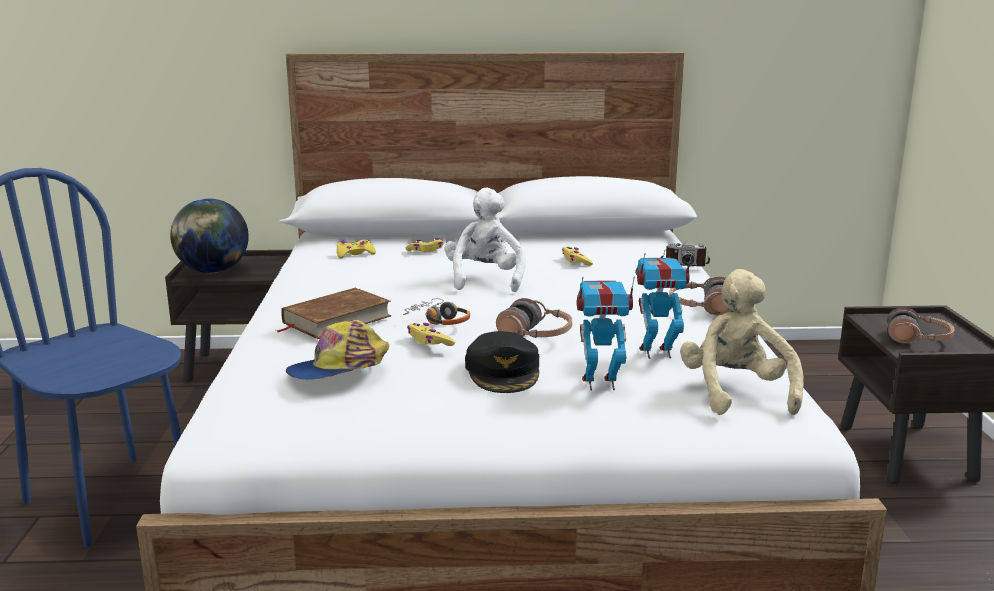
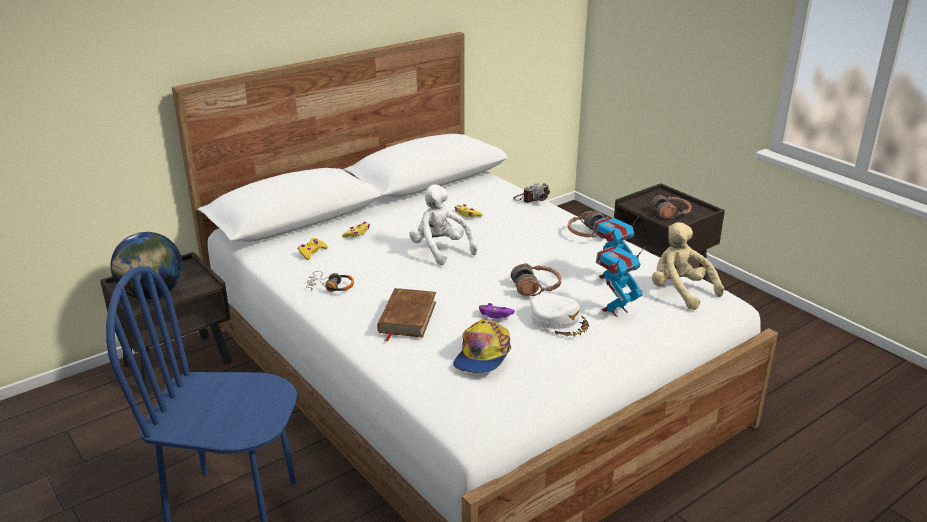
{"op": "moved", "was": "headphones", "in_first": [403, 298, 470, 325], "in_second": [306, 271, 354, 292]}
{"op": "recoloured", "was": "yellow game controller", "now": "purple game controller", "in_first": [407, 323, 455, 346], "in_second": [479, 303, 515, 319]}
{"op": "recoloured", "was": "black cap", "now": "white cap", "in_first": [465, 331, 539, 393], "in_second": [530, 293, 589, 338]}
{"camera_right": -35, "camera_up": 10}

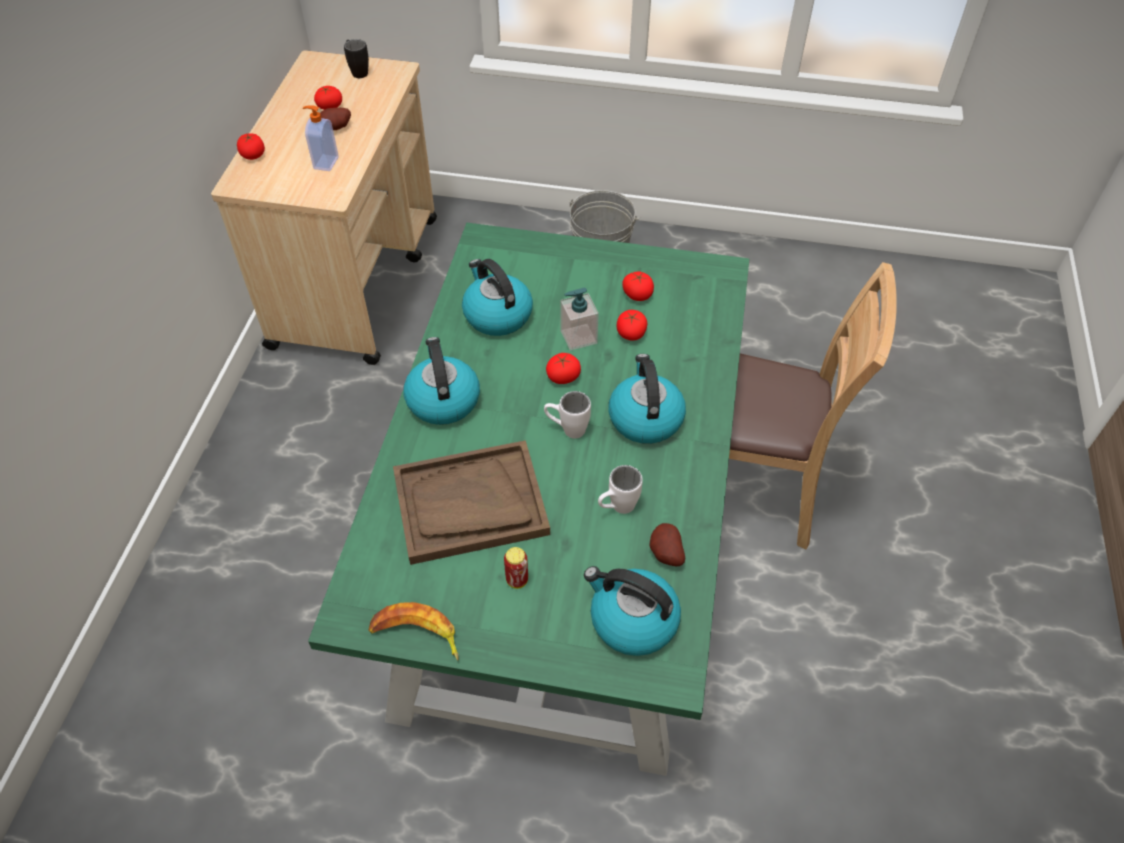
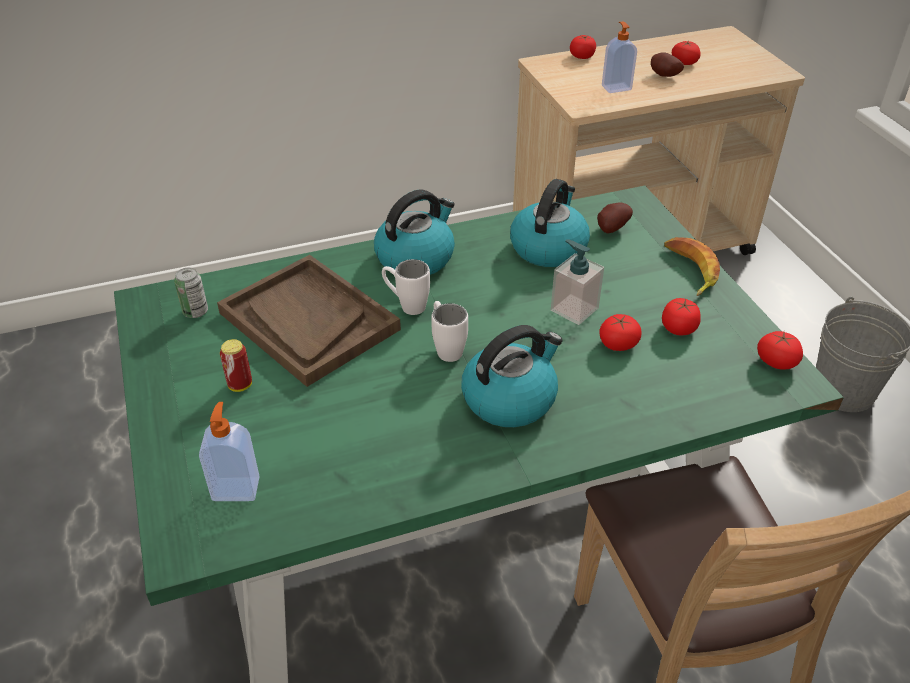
{"op": "removed", "was": "black mug", "in_first": [344, 39, 369, 78]}
{"op": "moved", "was": "banana", "in_first": [369, 602, 459, 661], "in_second": [664, 237, 720, 296]}
{"op": "moved", "was": "tomato", "in_first": [546, 353, 581, 384], "in_second": [757, 331, 803, 370]}
{"op": "replaced", "was": "kettle", "now": "soap dispenser", "in_first": [584, 566, 681, 656], "in_second": [199, 402, 260, 501]}
{"op": "moved", "was": "white mug", "in_first": [598, 465, 643, 514], "in_second": [382, 259, 430, 315]}
{"op": "moved", "was": "potato", "in_first": [650, 523, 685, 566], "in_second": [597, 202, 633, 234]}
{"op": "added", "now": "can", "in_second": [174, 268, 208, 318]}
{"camera_right": 60, "camera_up": -10}

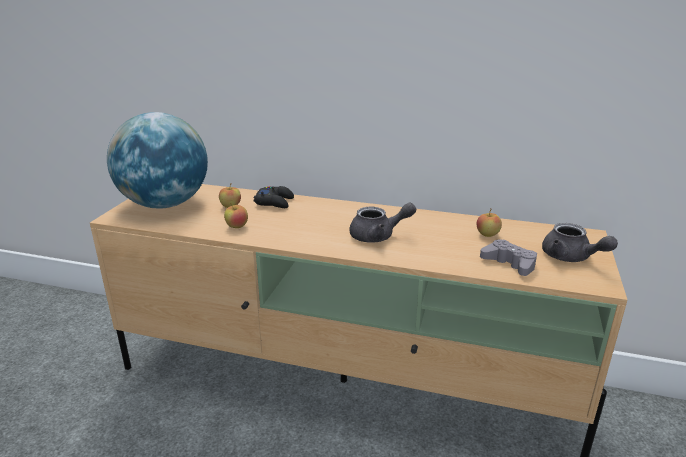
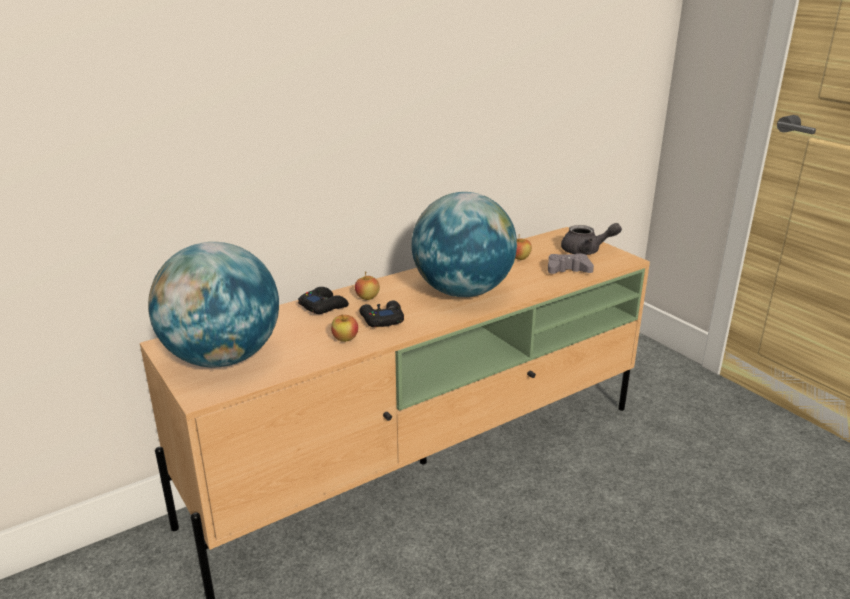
{"op": "moved", "was": "apple", "in_first": [219, 183, 241, 208], "in_second": [355, 271, 380, 300]}
{"op": "replaced", "was": "grey teapot", "now": "globe", "in_first": [349, 202, 416, 243], "in_second": [412, 192, 517, 297]}
{"op": "added", "now": "black game controller", "in_second": [359, 301, 404, 327]}
{"camera_right": -50, "camera_up": 0}

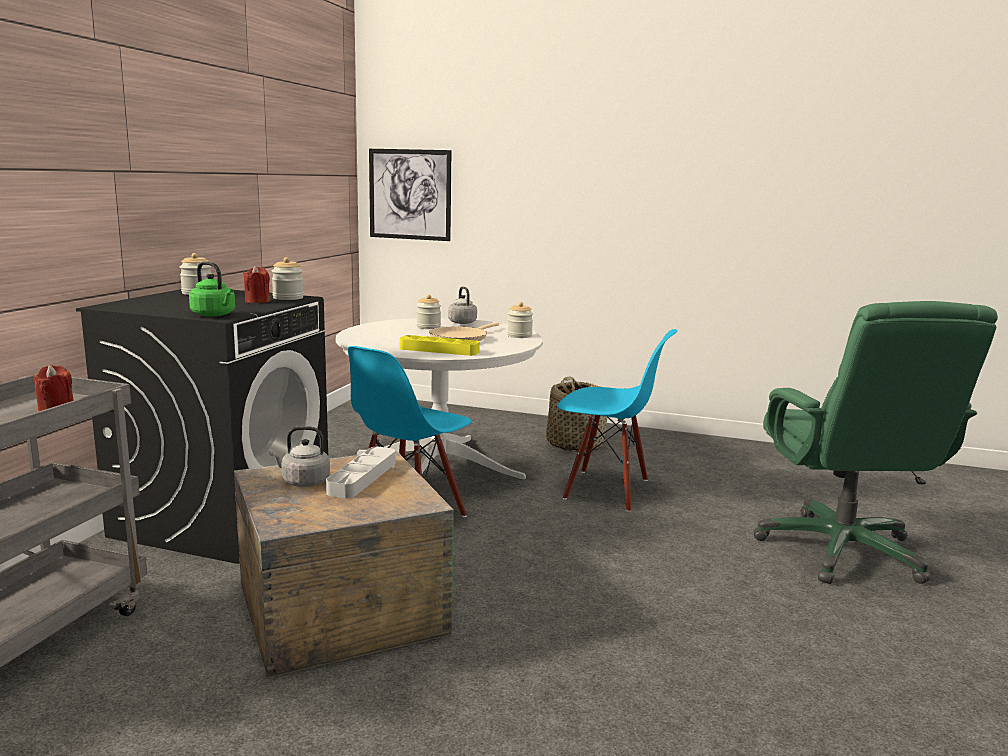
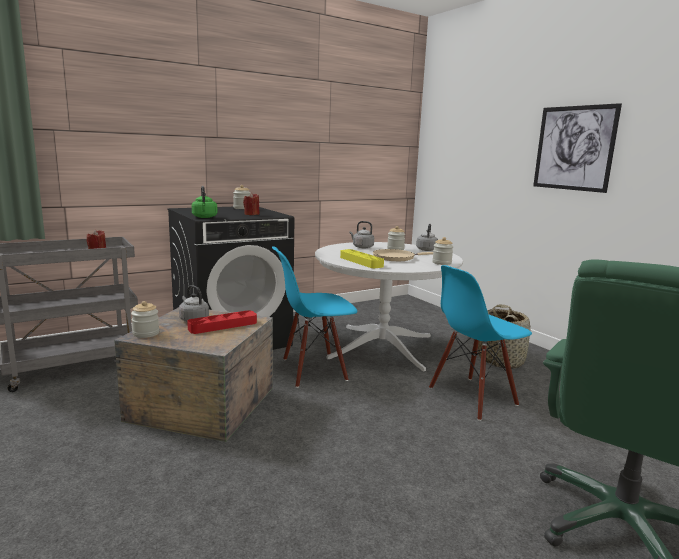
{"op": "moved", "was": "jar", "in_first": [271, 257, 304, 300], "in_second": [131, 301, 159, 338]}
{"op": "recoloured", "was": "grey tray", "now": "red tray", "in_first": [326, 447, 396, 498], "in_second": [187, 310, 257, 334]}
{"op": "moved", "was": "picture", "in_first": [369, 149, 451, 241], "in_second": [533, 103, 622, 193]}
{"op": "turned", "was": "blue chair", "in_first": [558, 329, 677, 512], "in_second": [429, 265, 532, 421], "clockwise": 90}
{"op": "added", "now": "grey kettle", "in_second": [349, 221, 374, 248]}
{"camera_right": 40, "camera_up": 0}

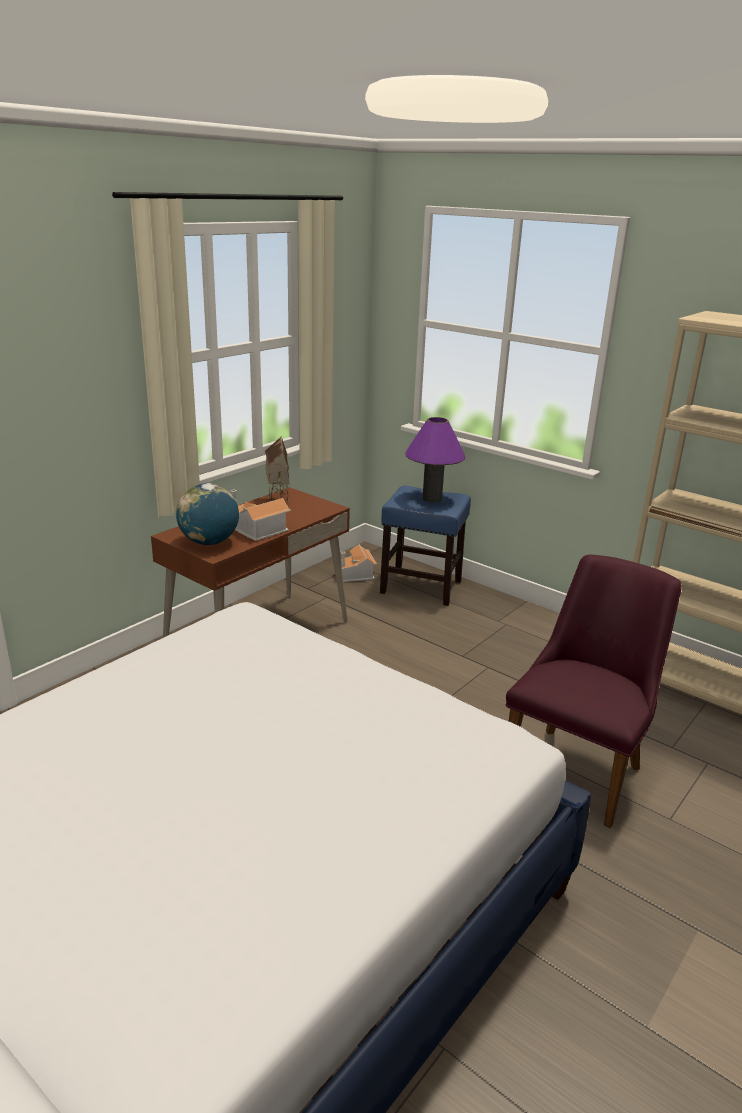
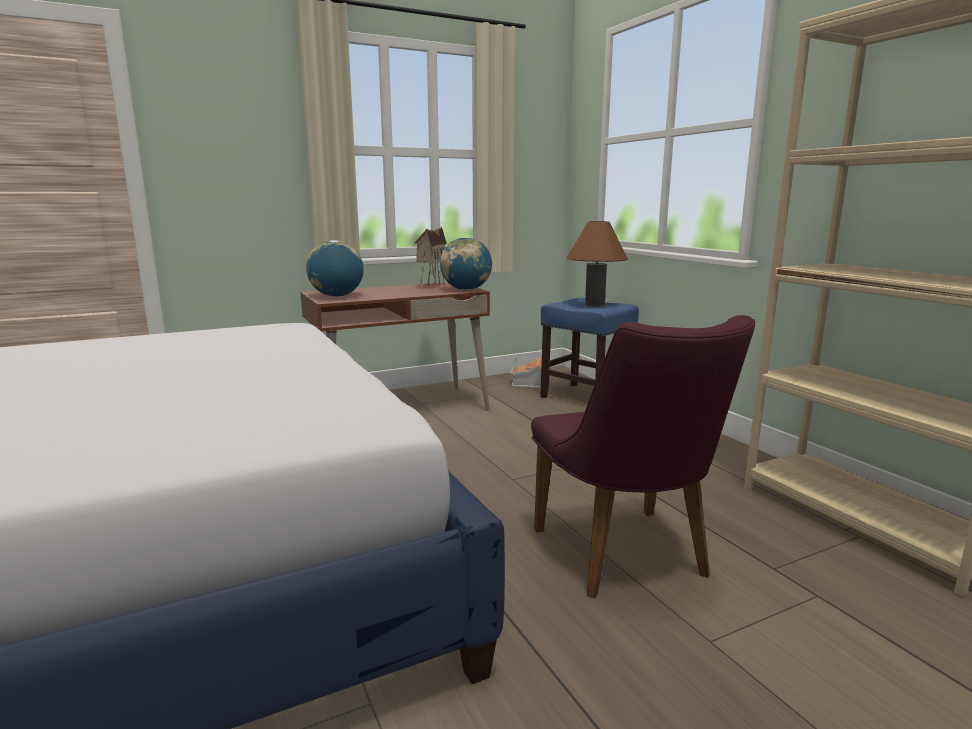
{"op": "removed", "was": "toy house", "in_first": [230, 489, 291, 541]}
{"op": "recoloured", "was": "purple table lamp", "now": "brown table lamp", "in_first": [405, 417, 466, 503], "in_second": [567, 221, 628, 306]}
{"op": "turned", "was": "purple chair", "in_first": [506, 555, 682, 828], "in_second": [531, 315, 755, 599], "clockwise": 105}
{"op": "added", "now": "globe", "in_second": [440, 237, 492, 290]}
{"camera_right": 25, "camera_up": -10}

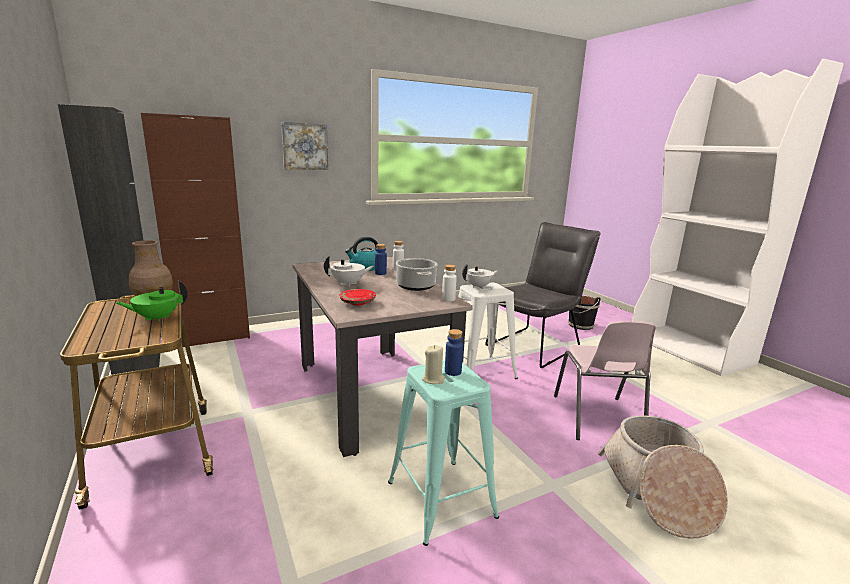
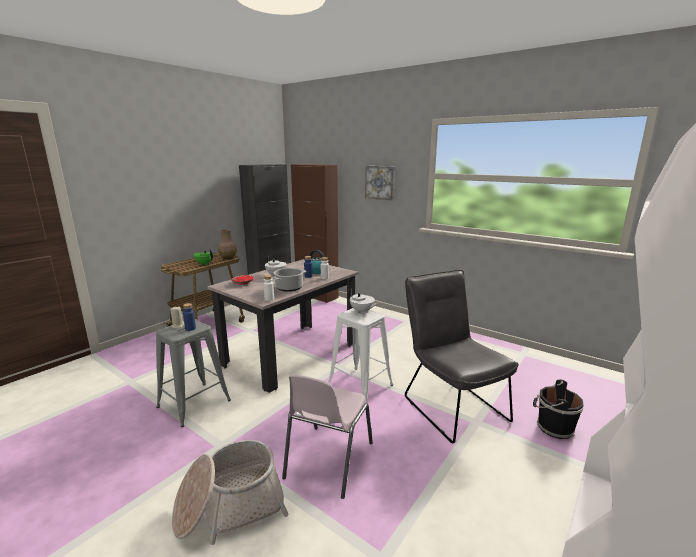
{"op": "recoloured", "was": "turquoise stool", "now": "grey stool", "in_first": [388, 360, 499, 546], "in_second": [156, 319, 231, 427]}
{"op": "turned", "was": "grey chair", "in_first": [485, 222, 601, 368], "in_second": [405, 270, 519, 443], "clockwise": -135}
{"op": "turned", "was": "pink chair", "in_first": [554, 321, 656, 440], "in_second": [282, 374, 373, 499], "clockwise": -45}
{"camera_right": 65, "camera_up": 0}

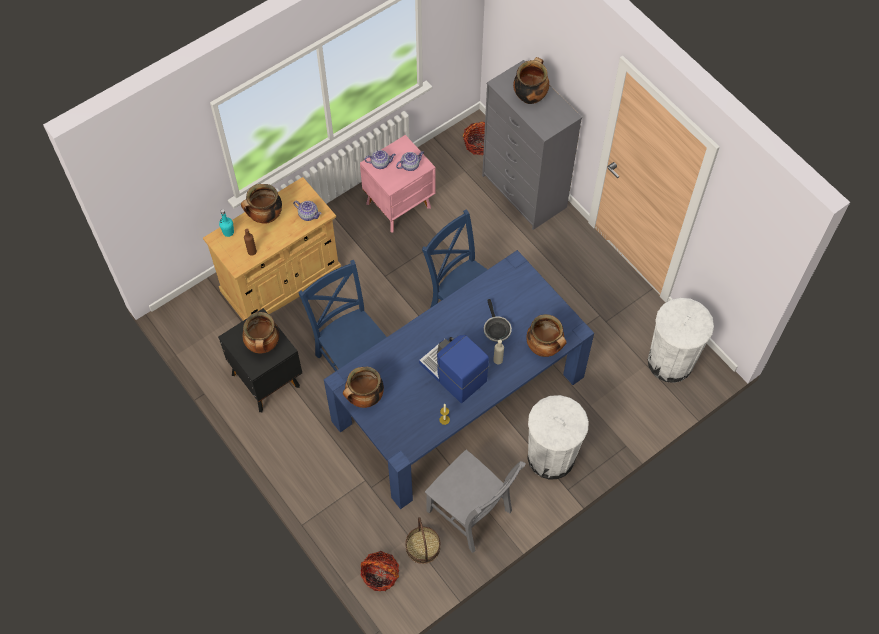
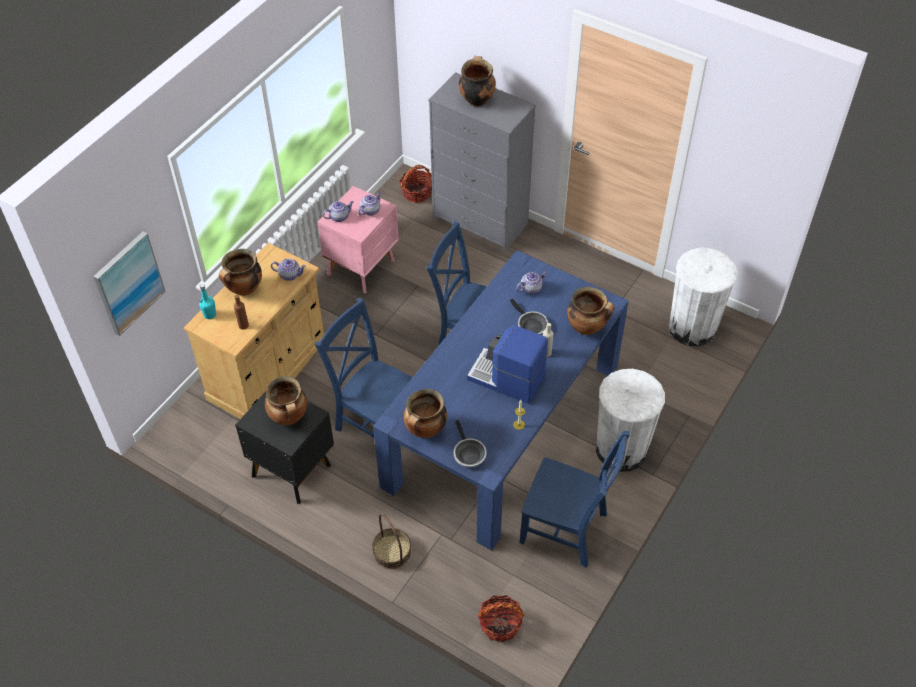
{"op": "moved", "was": "basket", "in_first": [405, 517, 440, 564], "in_second": [372, 513, 412, 569]}
{"op": "recoloured", "was": "grey chair", "now": "blue chair", "in_first": [425, 450, 526, 553], "in_second": [520, 431, 630, 568]}
{"op": "added", "now": "picture", "in_second": [93, 231, 166, 336]}
{"op": "added", "now": "frying pan", "in_second": [454, 420, 487, 467]}
{"op": "added", "now": "teapot", "in_second": [516, 271, 547, 294]}
{"camera_right": -20, "camera_up": -10}

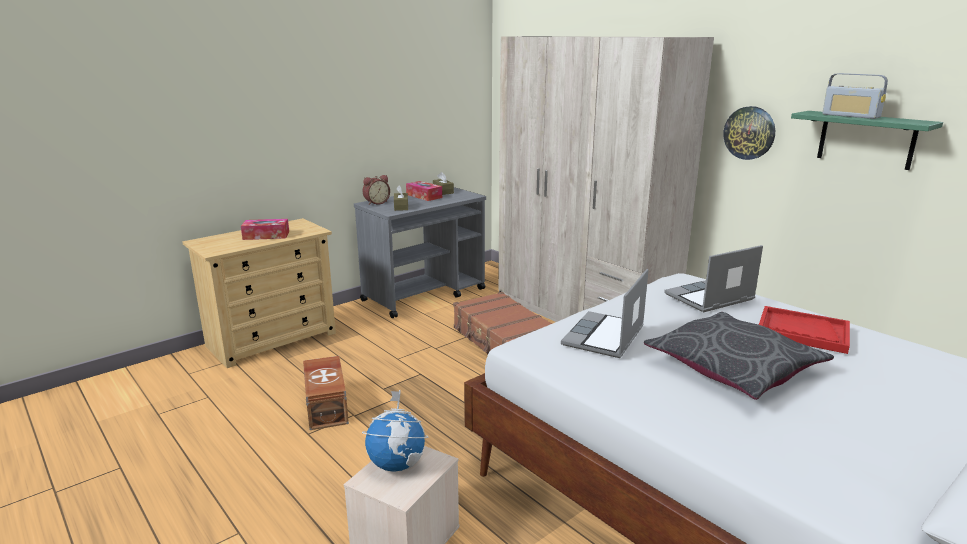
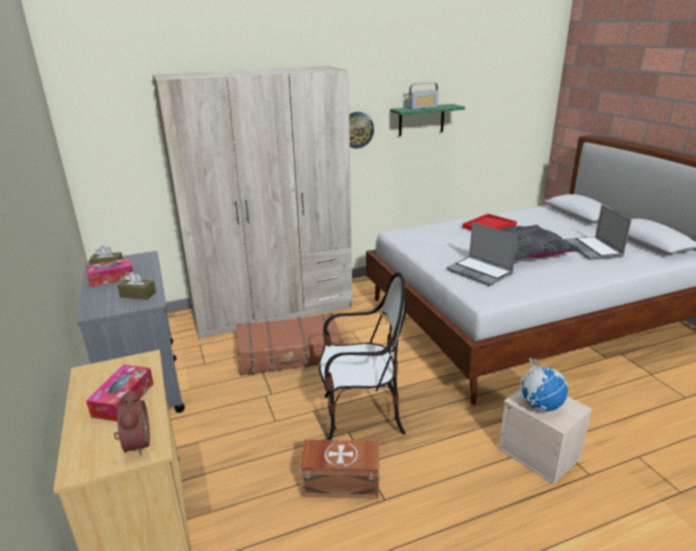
{"op": "moved", "was": "alarm clock", "in_first": [363, 175, 390, 205], "in_second": [114, 389, 150, 456]}
{"op": "moved", "was": "laptop", "in_first": [664, 245, 763, 312], "in_second": [564, 204, 632, 260]}
{"op": "added", "now": "chair", "in_second": [319, 272, 407, 440]}
{"camera_right": -70, "camera_up": 5}

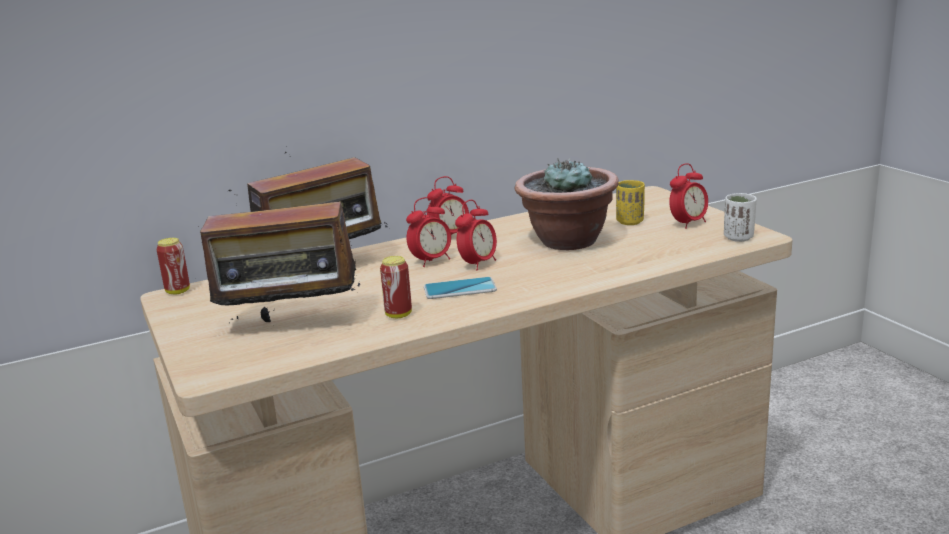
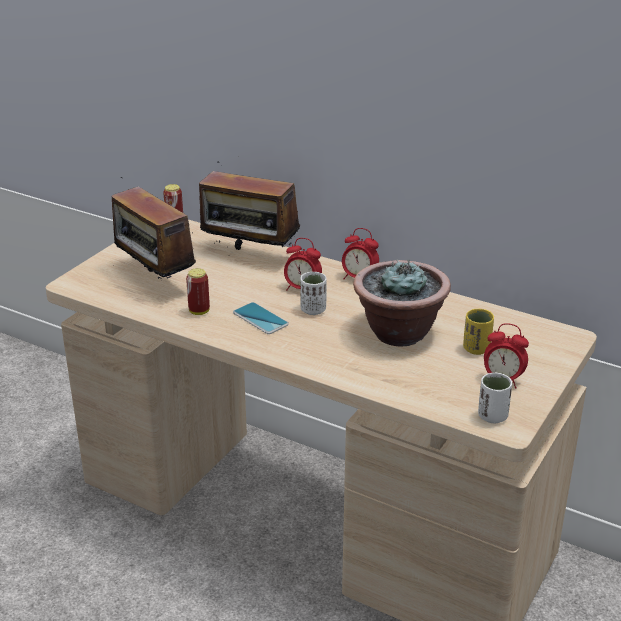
{"op": "replaced", "was": "alarm clock", "now": "white cup", "in_first": [455, 200, 497, 270], "in_second": [300, 272, 327, 315]}
{"camera_right": 55, "camera_up": 10}

